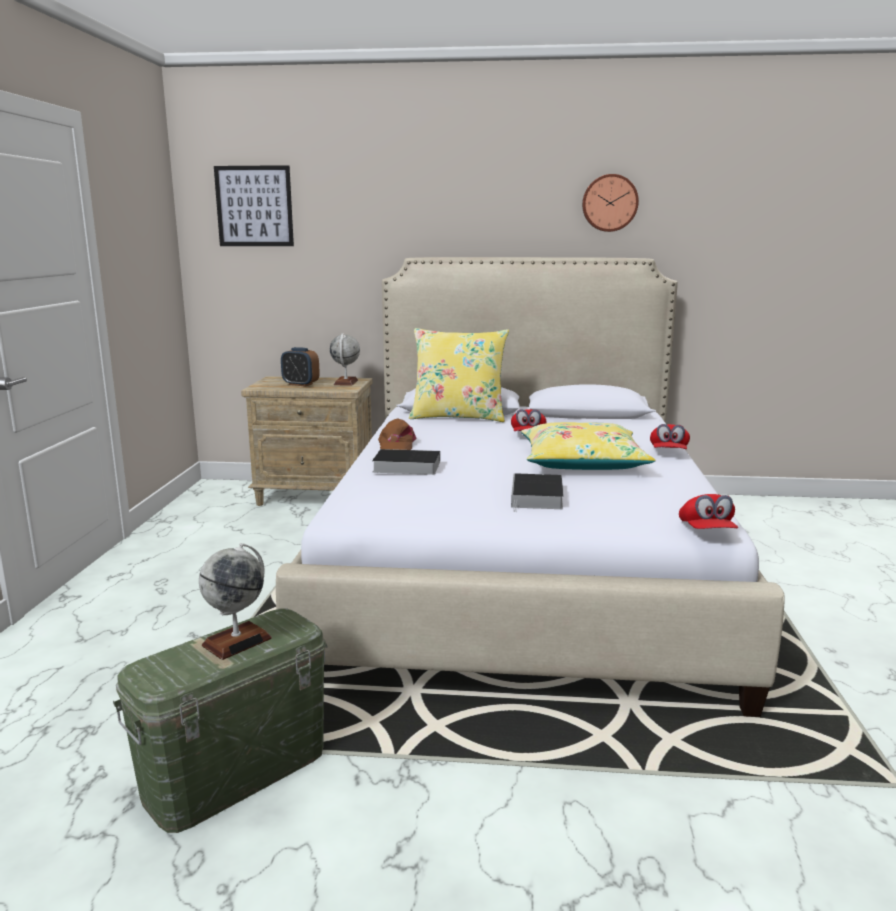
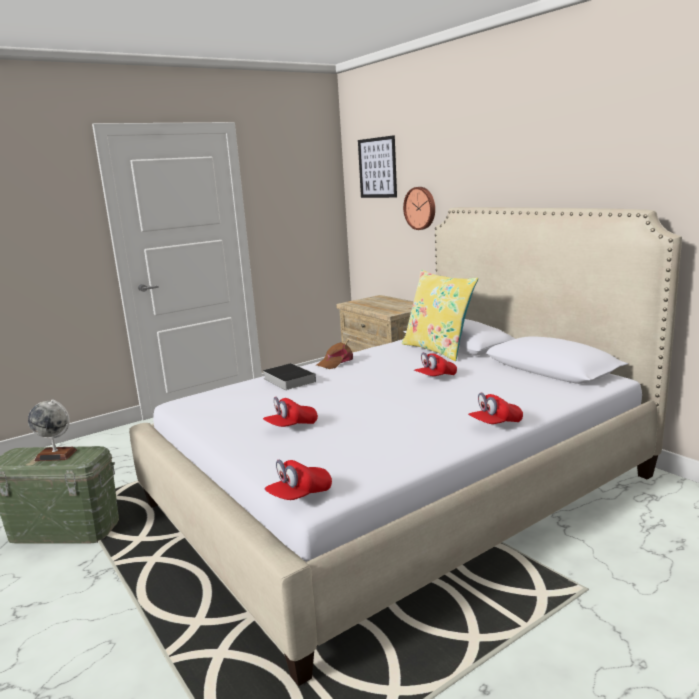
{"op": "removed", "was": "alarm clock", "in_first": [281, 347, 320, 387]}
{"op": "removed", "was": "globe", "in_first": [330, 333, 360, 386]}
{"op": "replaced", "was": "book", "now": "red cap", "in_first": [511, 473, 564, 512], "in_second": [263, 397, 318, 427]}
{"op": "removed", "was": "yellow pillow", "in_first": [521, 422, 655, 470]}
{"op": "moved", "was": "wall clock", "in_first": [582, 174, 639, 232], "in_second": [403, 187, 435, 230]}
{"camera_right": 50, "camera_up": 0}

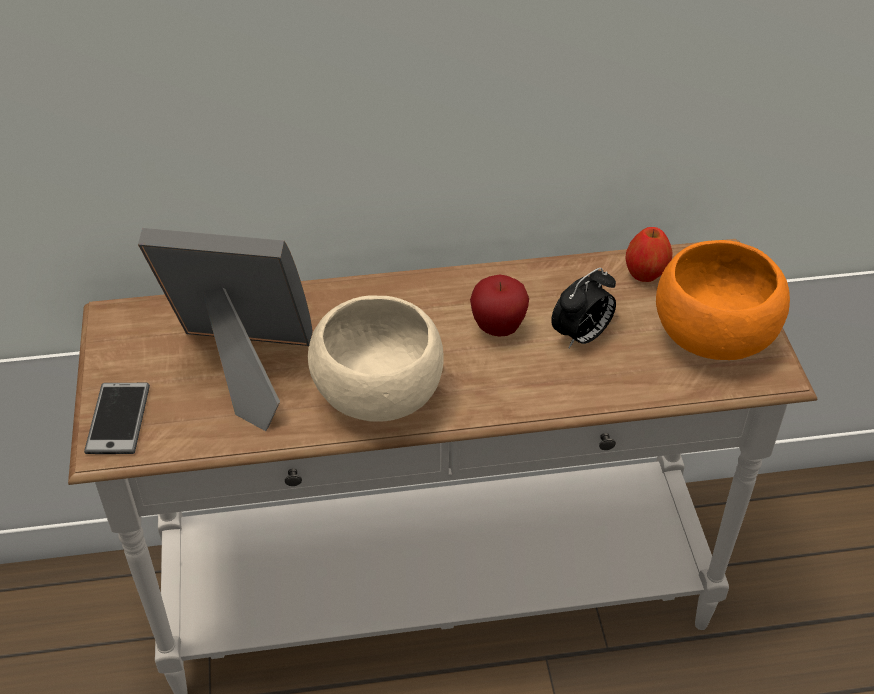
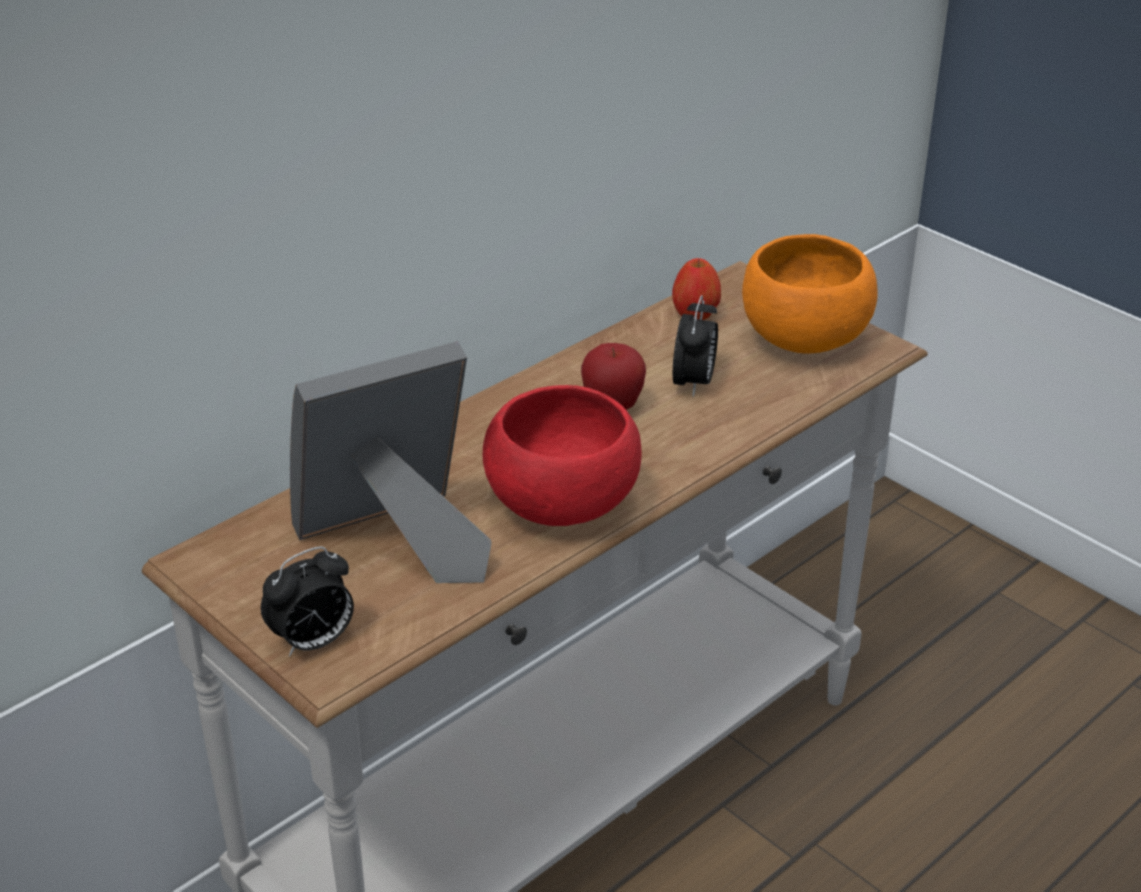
{"op": "replaced", "was": "phone", "now": "alarm clock", "in_first": [84, 383, 150, 454], "in_second": [261, 546, 354, 657]}
{"op": "recoloured", "was": "beige bowl", "now": "red bowl", "in_first": [308, 295, 444, 422], "in_second": [483, 385, 642, 526]}
{"camera_right": -35, "camera_up": -10}

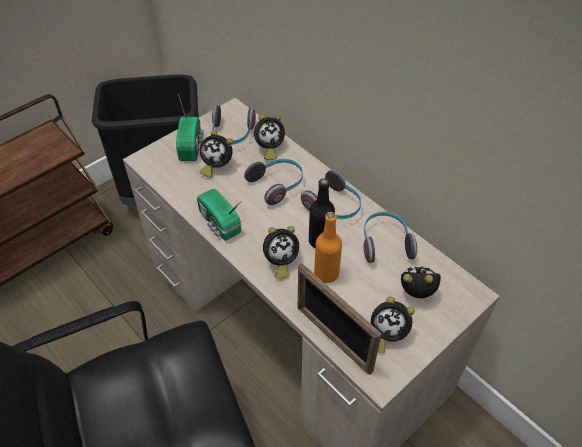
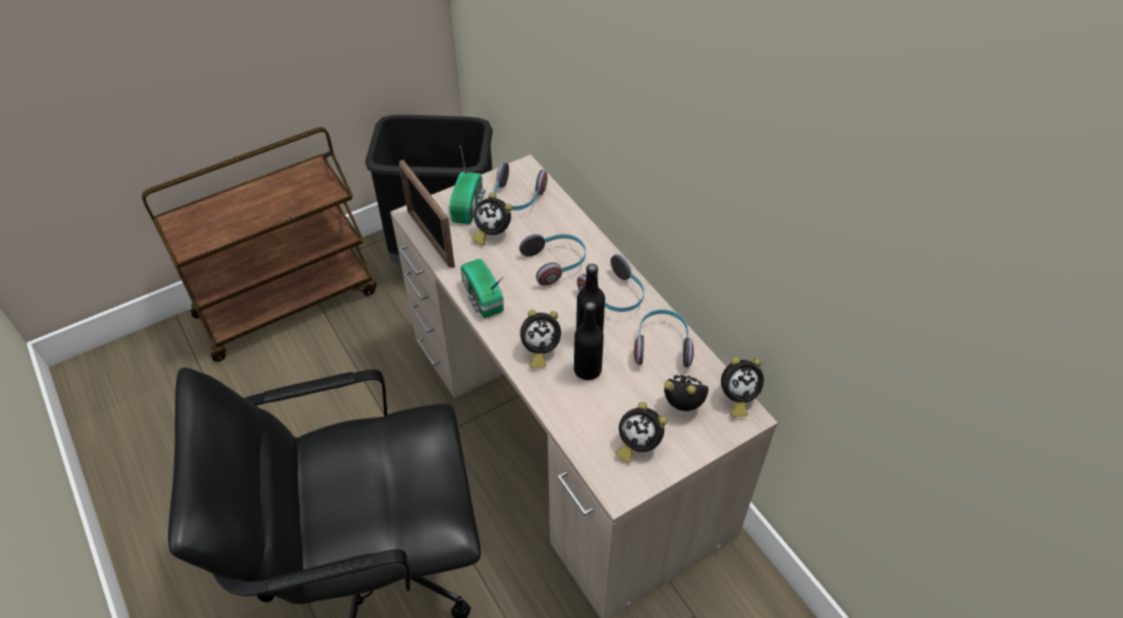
{"op": "moved", "was": "alarm clock", "in_first": [254, 115, 285, 160], "in_second": [721, 357, 764, 417]}
{"op": "moved", "was": "picture frame", "in_first": [298, 263, 382, 374], "in_second": [399, 160, 455, 268]}
{"op": "recoloured", "was": "orange bottle", "now": "black bottle", "in_first": [314, 212, 342, 283], "in_second": [574, 301, 604, 380]}
{"camera_right": 10, "camera_up": 0}

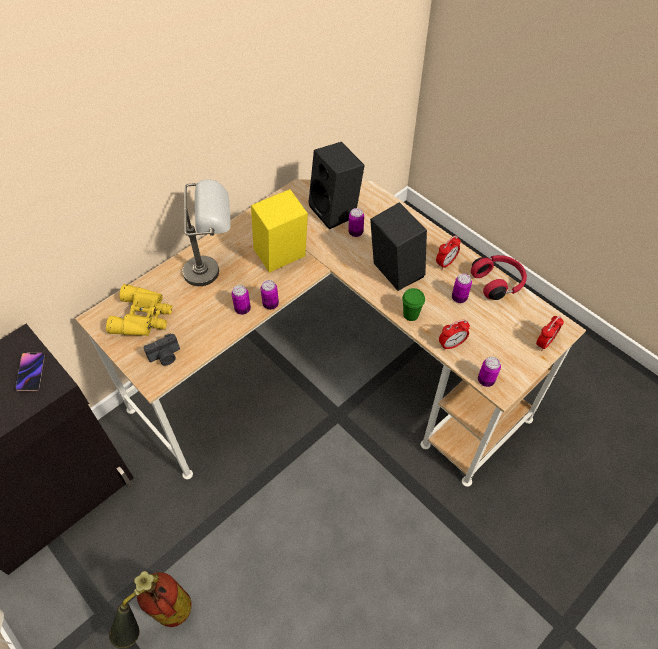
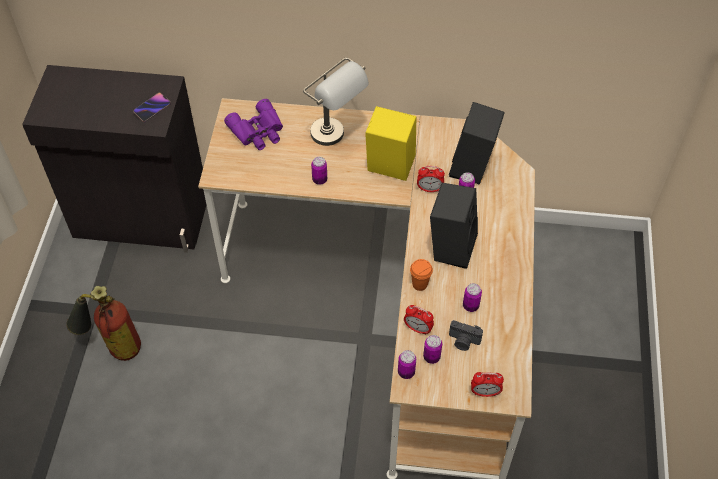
{"op": "recoloured", "was": "yellow binoculars", "now": "purple binoculars", "in_first": [106, 284, 172, 336], "in_second": [224, 99, 283, 150]}
{"op": "moved", "was": "photo camera", "in_first": [143, 334, 180, 366], "in_second": [449, 320, 483, 351]}
{"op": "moved", "was": "can", "in_first": [261, 280, 279, 310], "in_second": [423, 335, 442, 364]}
{"op": "recoloured", "was": "green cup", "now": "orange cup", "in_first": [402, 288, 425, 321], "in_second": [410, 259, 433, 291]}
{"op": "moved", "was": "alarm clock", "in_first": [436, 235, 461, 269], "in_second": [417, 166, 445, 192]}
{"op": "removed", "was": "red headphones", "in_first": [471, 255, 527, 300]}
{"camera_right": 50, "camera_up": 0}

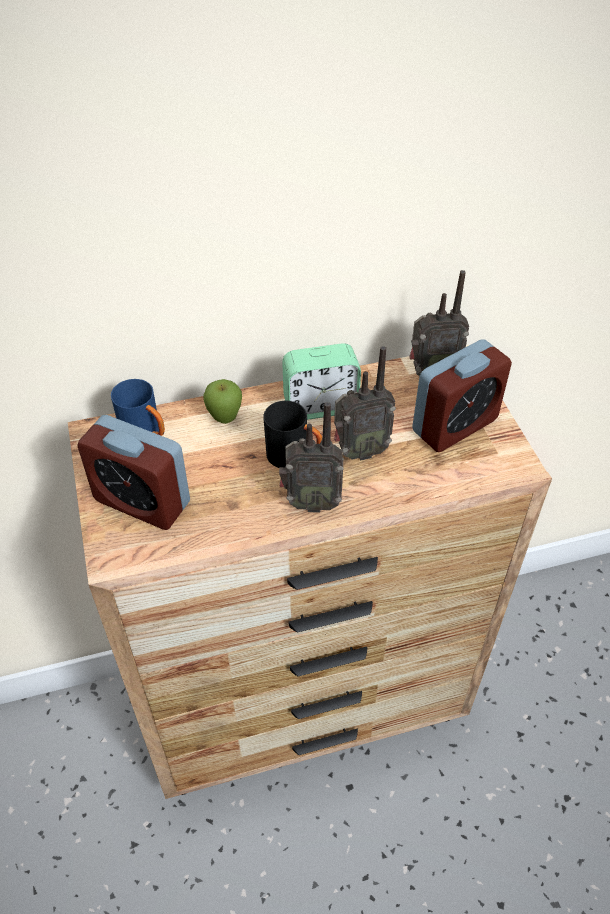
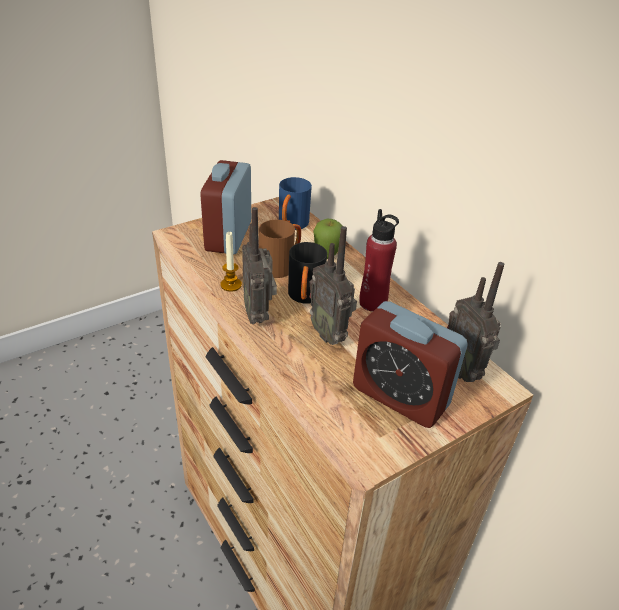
{"op": "replaced", "was": "alarm clock", "now": "red bottle", "in_first": [282, 343, 361, 420], "in_second": [359, 209, 399, 312]}
{"op": "added", "now": "candle", "in_second": [220, 232, 242, 292]}
{"op": "added", "now": "brown mug", "in_second": [259, 220, 301, 278]}
{"camera_right": 70, "camera_up": -10}

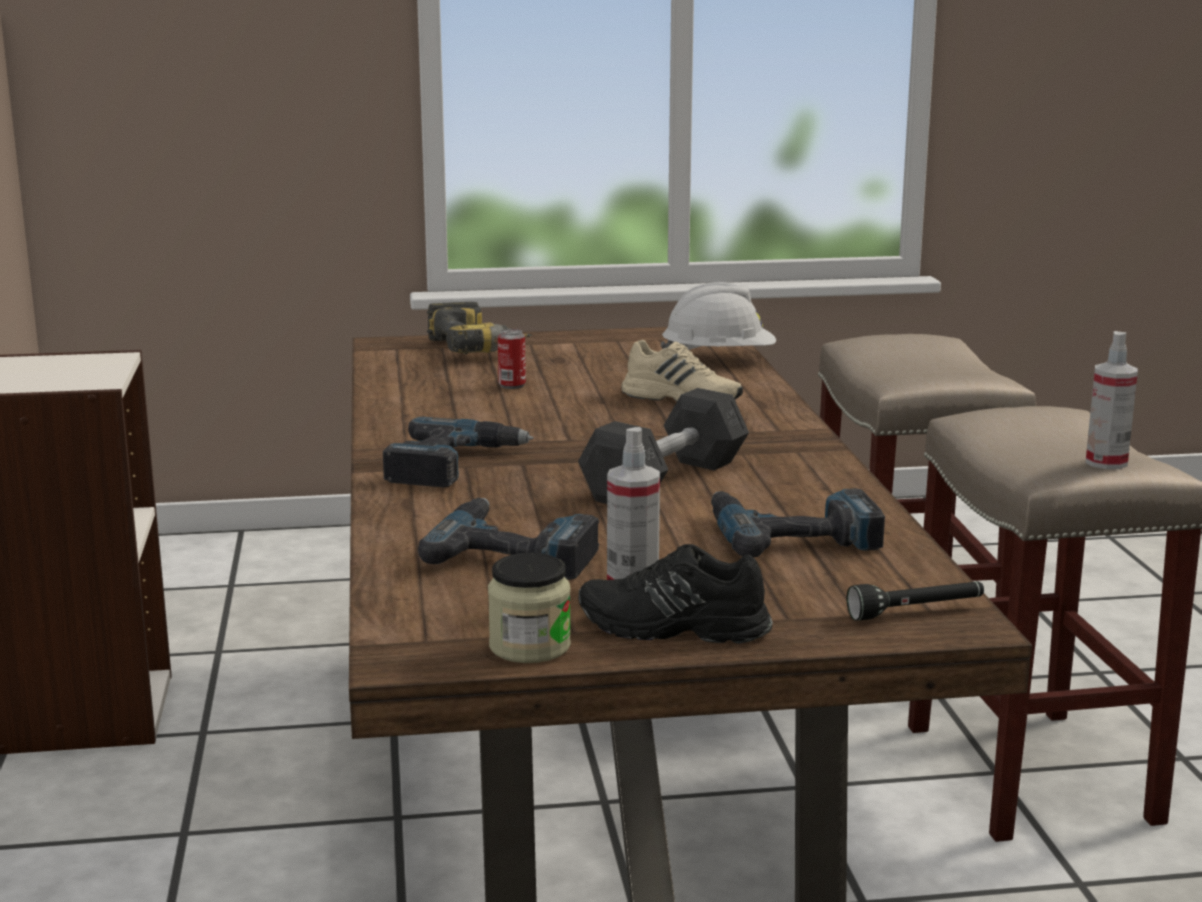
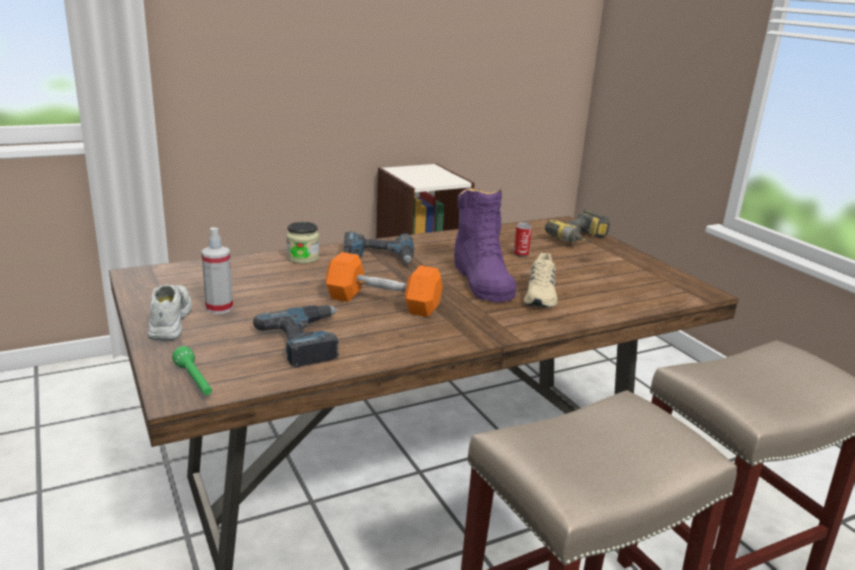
{"op": "removed", "was": "power drill", "in_first": [418, 498, 599, 580]}
{"op": "moved", "was": "jar", "in_first": [488, 553, 571, 663], "in_second": [286, 222, 319, 264]}
{"op": "recoloured", "was": "grey dumbbell", "now": "orange dumbbell", "in_first": [578, 388, 749, 504], "in_second": [325, 252, 443, 317]}
{"op": "recoloured", "was": "black shoe", "now": "white shoe", "in_first": [579, 544, 773, 644], "in_second": [148, 284, 192, 341]}
{"op": "removed", "was": "white hard hat", "in_first": [661, 282, 776, 350]}
{"op": "recoloured", "was": "black flashlight", "now": "green flashlight", "in_first": [847, 582, 984, 621], "in_second": [172, 346, 212, 395]}
{"op": "removed", "was": "spray bottle", "in_first": [1086, 331, 1138, 469]}
{"op": "added", "now": "purple boot", "in_second": [454, 188, 517, 302]}
{"camera_right": 70, "camera_up": 5}

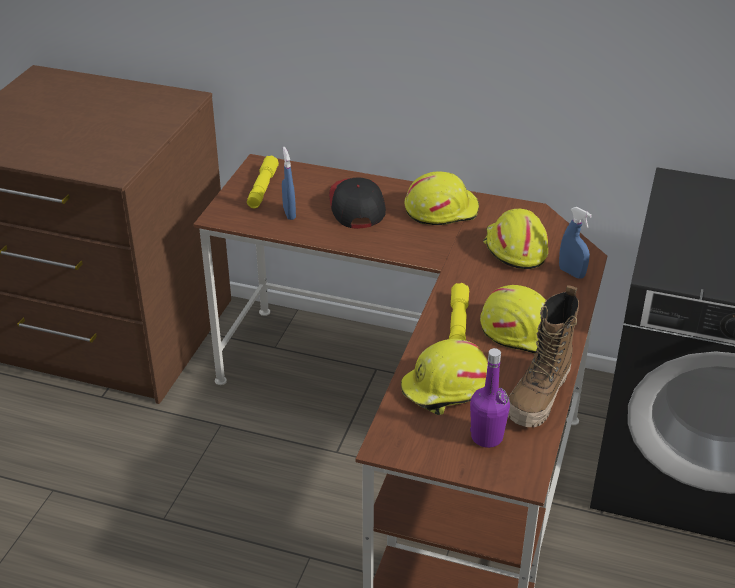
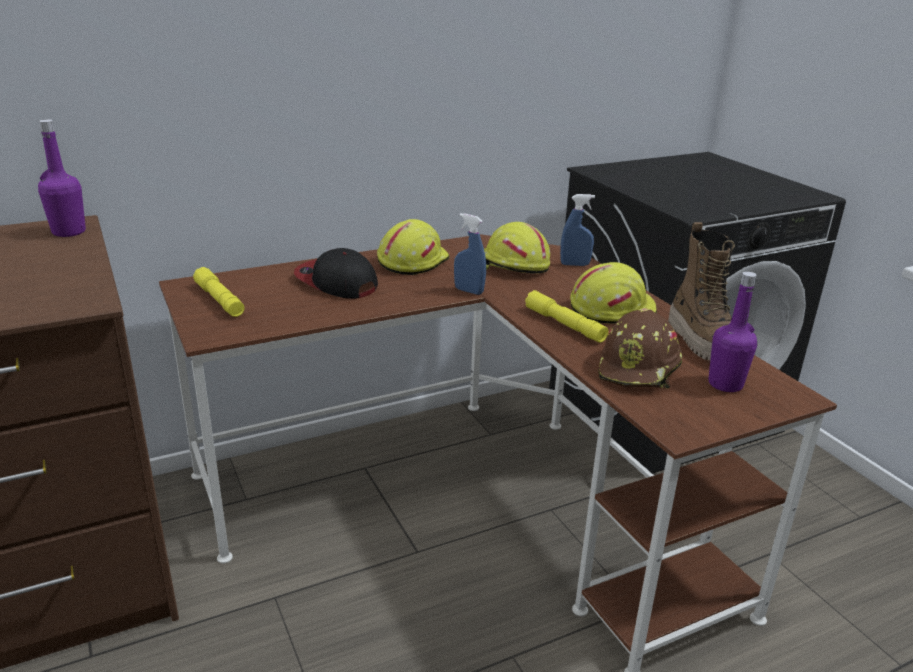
{"op": "moved", "was": "blue spray bottle", "in_first": [282, 147, 296, 220], "in_second": [454, 213, 486, 295]}
{"op": "recoloured", "was": "yellow hard hat", "now": "brown hard hat", "in_first": [401, 339, 488, 415], "in_second": [599, 308, 683, 388]}
{"op": "added", "now": "purple bottle", "in_second": [38, 119, 86, 237]}
{"camera_right": -45, "camera_up": -10}

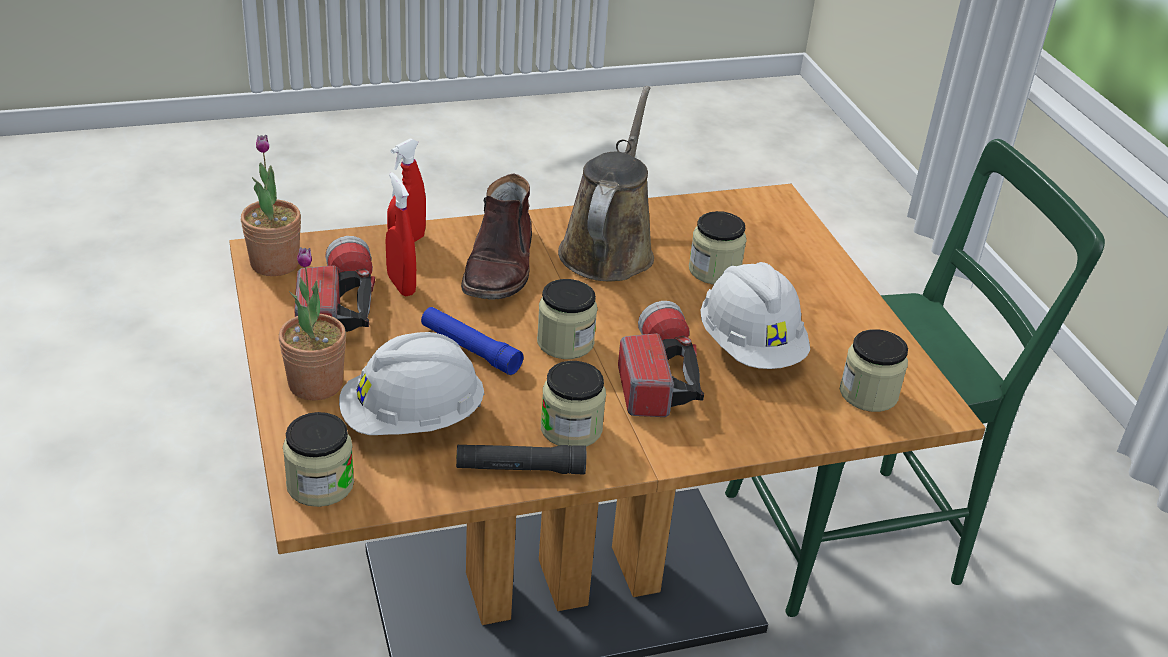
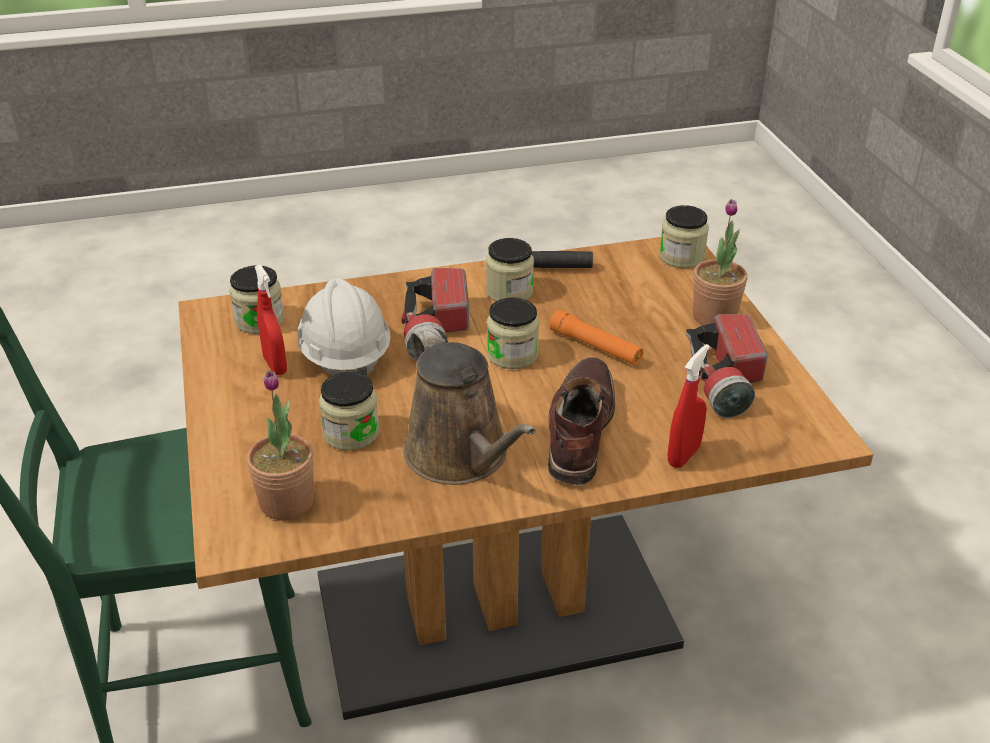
{"op": "moved", "was": "potted plant", "in_first": [241, 135, 301, 276], "in_second": [247, 370, 314, 520]}
{"op": "removed", "was": "white hard hat", "in_first": [339, 332, 484, 435]}
{"op": "moved", "was": "red spray bottle", "in_first": [386, 172, 416, 296], "in_second": [255, 264, 287, 375]}
{"op": "recoloured", "was": "blue flashlight", "now": "orange flashlight", "in_first": [421, 307, 524, 375], "in_second": [550, 310, 644, 365]}
{"op": "turned", "was": "brown watering can", "in_first": [558, 86, 654, 282], "in_second": [404, 326, 536, 485], "clockwise": -45}
{"camera_right": -175, "camera_up": 0}

